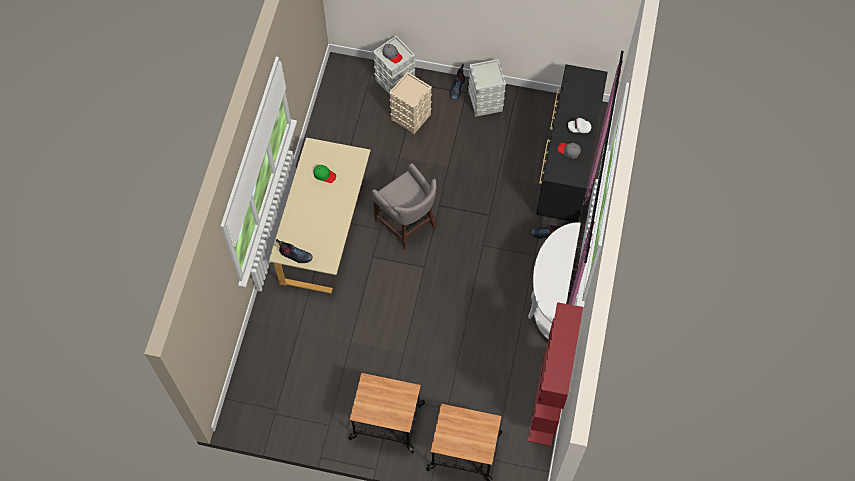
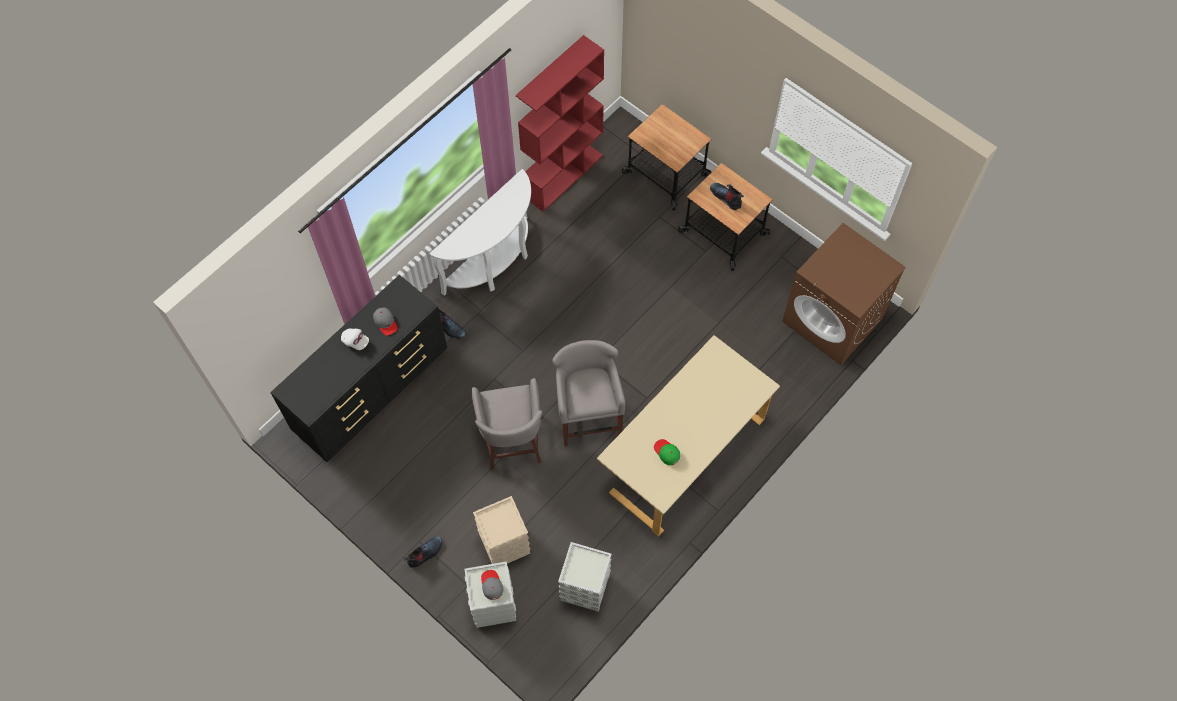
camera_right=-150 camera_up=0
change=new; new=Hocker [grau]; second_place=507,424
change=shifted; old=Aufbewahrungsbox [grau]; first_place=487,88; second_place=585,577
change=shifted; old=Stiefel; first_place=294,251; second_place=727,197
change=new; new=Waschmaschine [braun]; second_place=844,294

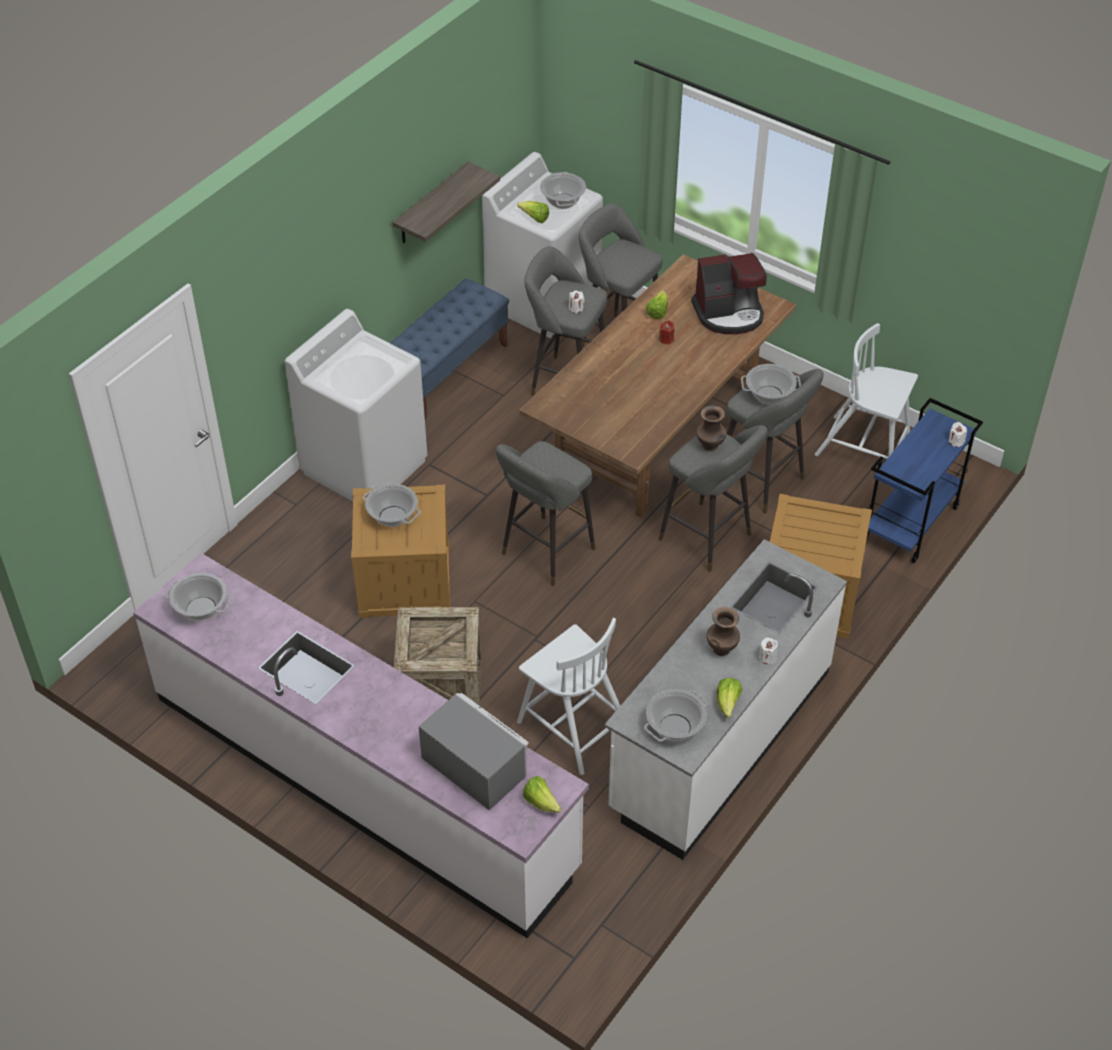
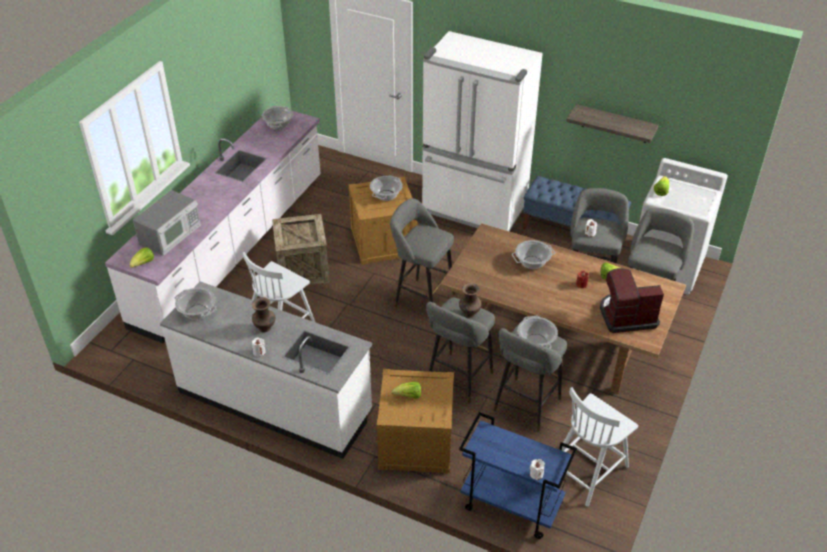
camera_right=80 camera_up=-5
change=shifted; old=Salatkopf; first_place=729,698; second_place=406,390
change=swapped; old=Waschmaschine [weiß]; new=Kühlschrank [weiß]; first_place=356,405; second_place=482,131
change=shifted; old=Kochtopf; first_place=563,190; second_place=533,254
change=rotated; old=Stuhl [weiß]; first_place=866,391; second_place=600,447; degrees=-150
change=rotated; old=Kaffeemaschine; first_place=729,293; second_place=632,300; degrees=105

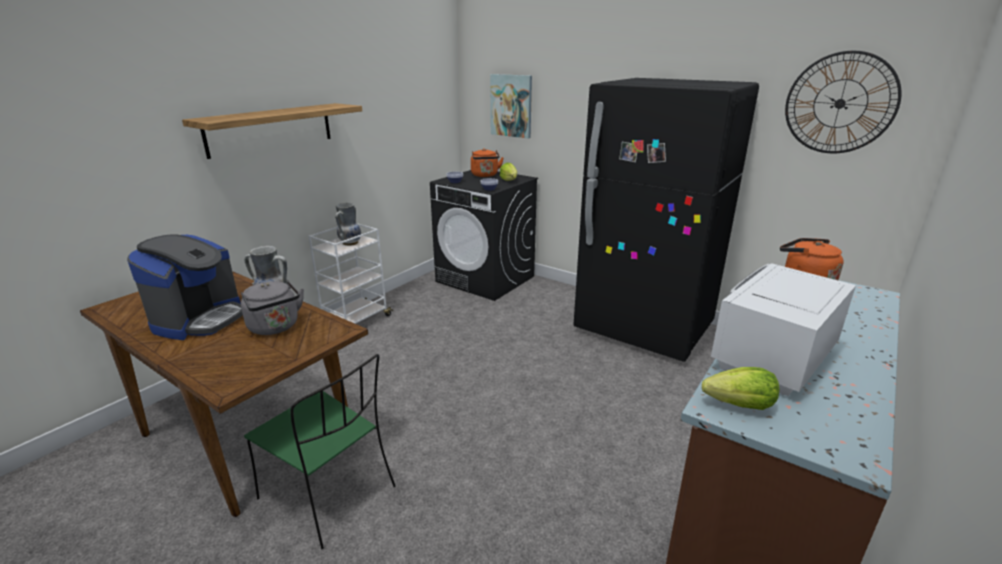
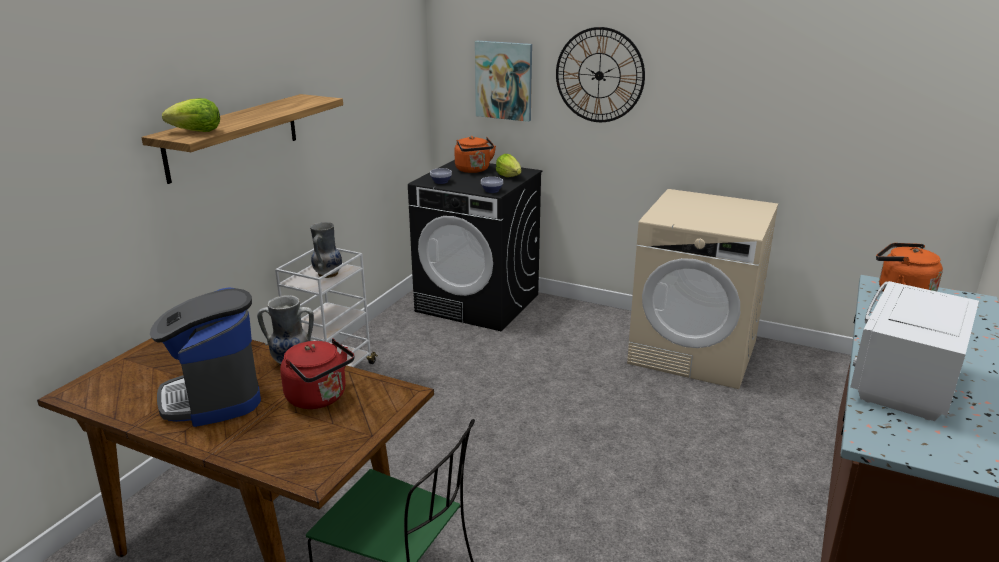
camera_right=-10 camera_up=0
change=rotated; old=Kaffeemaschine; first_place=185,287; second_place=205,357; degrees=150
change=shifted; old=Salatkopf; first_place=740,388; second_place=191,115
change=repainted; old=Wasserkessel [grau]; new=Wasserkessel [rot]; first_place=272,307; second_place=317,374
change=shifted; old=Wanduhr; first_place=843,102; second_place=600,74
change=swapped; old=Kühlschrank [schwarz]; new=Waschmaschine [beige]; first_place=666,220; second_place=702,289

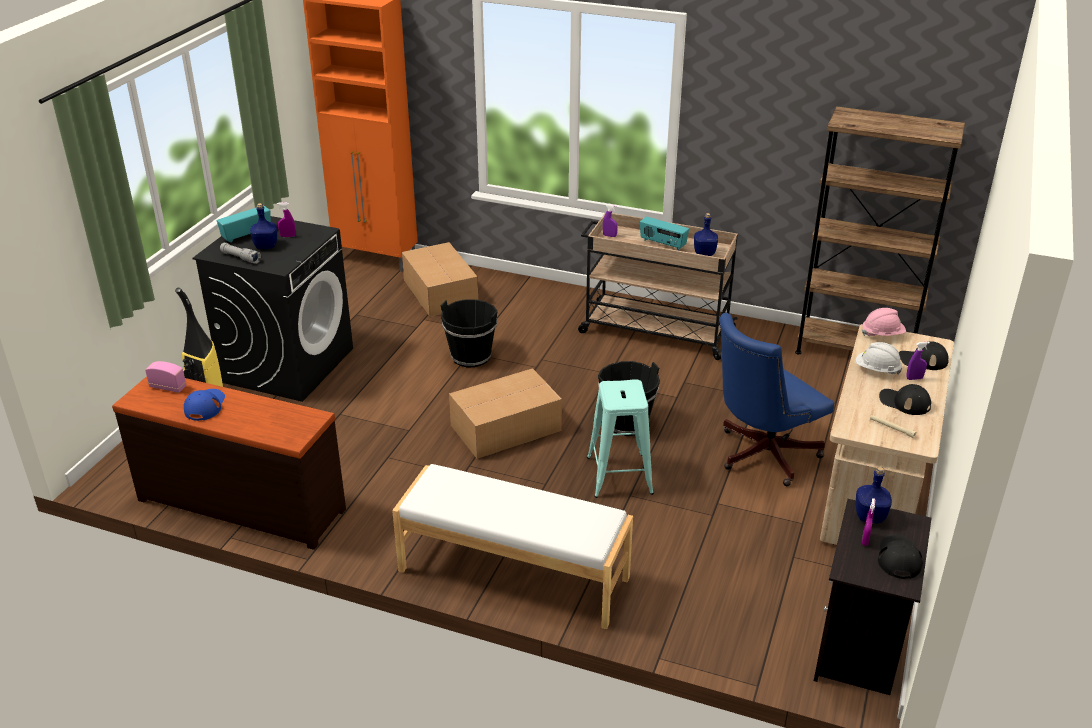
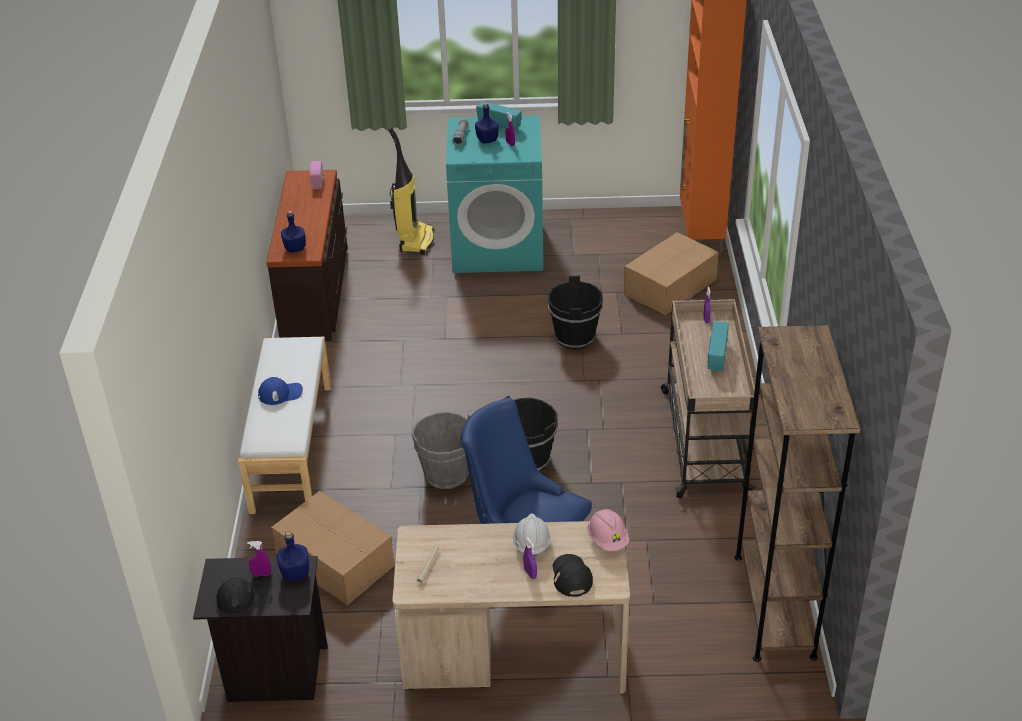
camera_right=70 camera_up=5
change=shifted; old=Kappe [blau]; first_place=204,405; second_place=280,391
change=shifted; old=Karton; first_place=505,413; second_place=333,548
change=shifted; old=Flasche [blau]; first_place=706,234; second_place=293,232
change=swapped; old=Hocker [türkis]; new=Eimer [grau]; first_place=620,438; second_place=440,450
change=repainted; old=Waschmaschine [schwarz]; new=Waschmaschine [türkis]; first_place=273,309; second_place=494,194
change=gone; old=Kappe [schwarz]; first_place=905,399

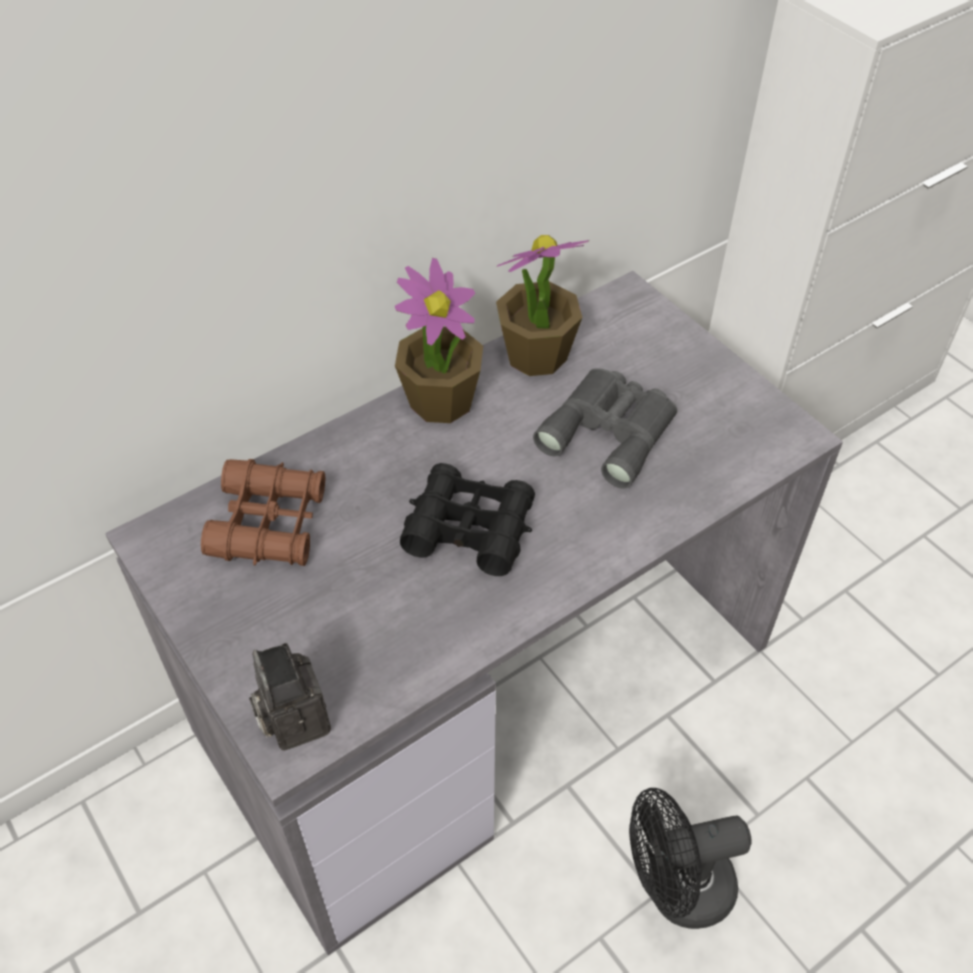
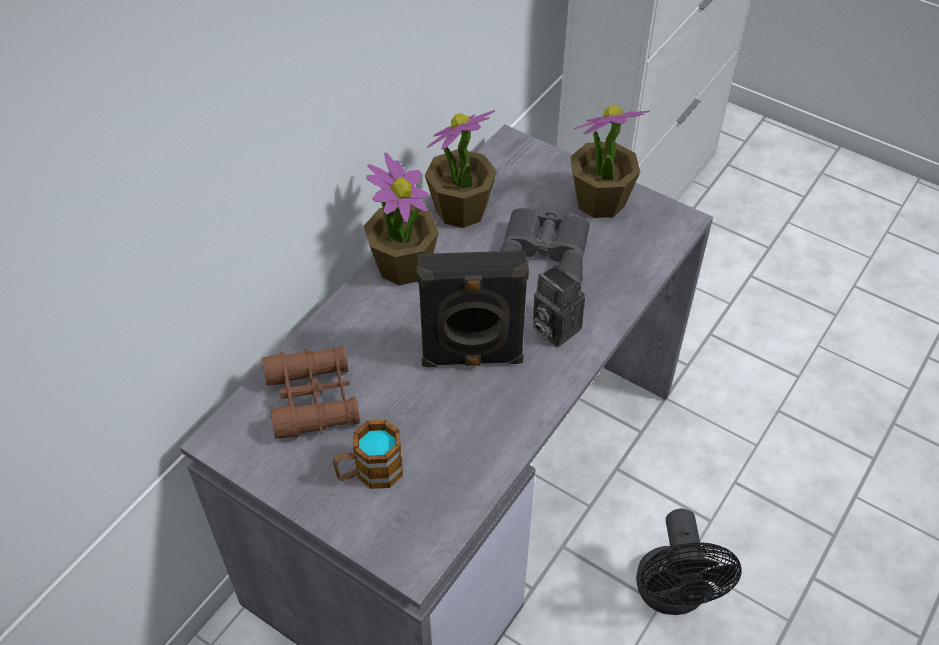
camera_right=-20 camera_up=0
change=new; new=Henkelbecher; second_place=368,454
change=swapped; old=Fernglas [schwarz]; new=Lautsprecher [schwarz]; first_place=467,519; second_place=473,308
change=shifted; old=Kamera; first_place=290,697; second_place=559,306
change=new; new=Topfpflanze; second_place=610,161
change=rotated; old=Ventilator [schwarz]; first_place=690,858; second_place=688,562; degrees=-60

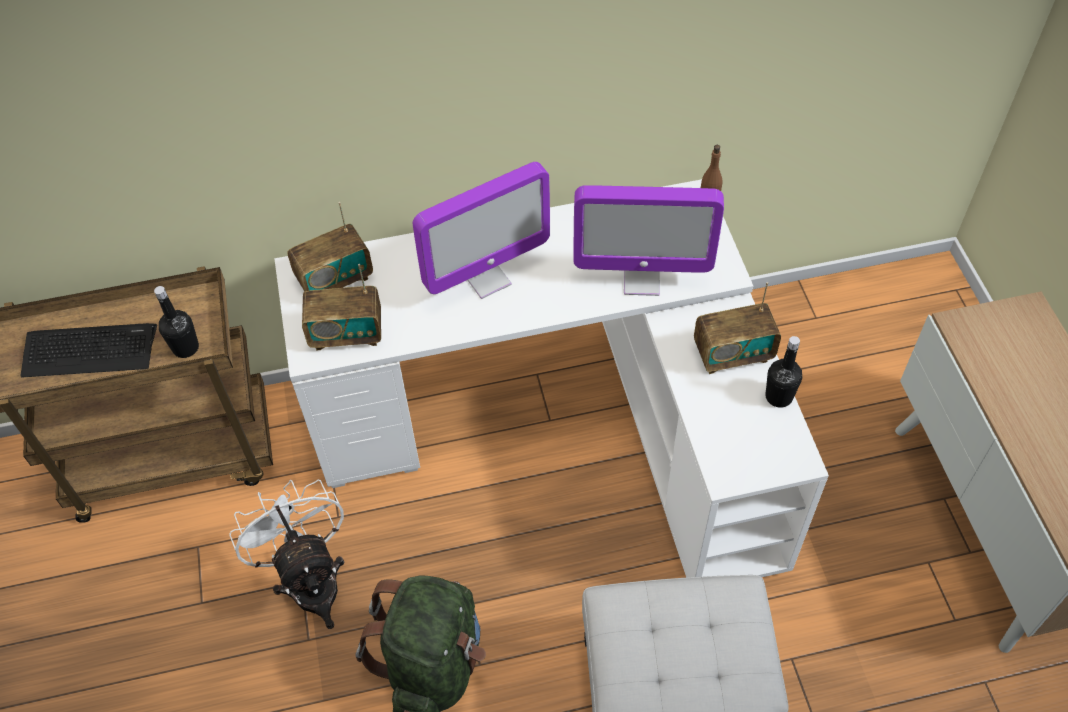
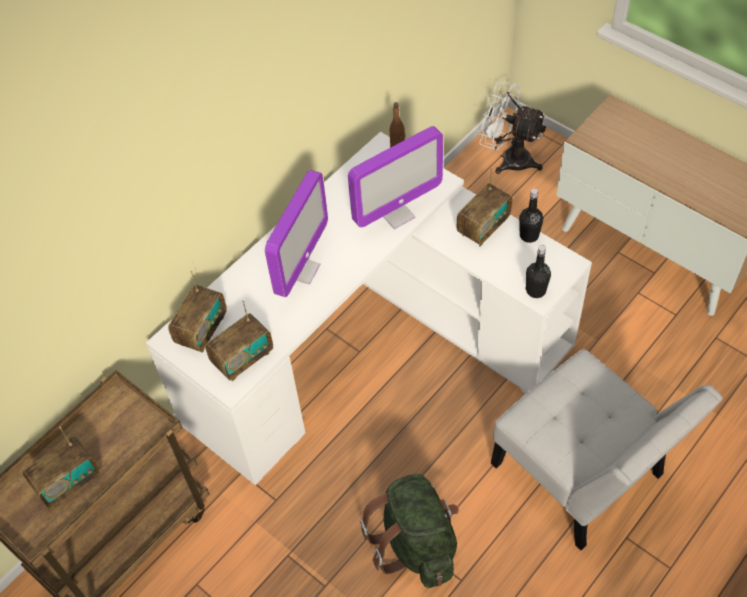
camera_right=-35 camera_up=0
change=swapped; old=Tastatur; new=Radio; first_place=89,350; second_place=61,468
change=shifted; old=Ventilator [weiß]; first_place=286,554; second_place=512,127
change=shifted; old=Flasche [schwarz]; first_place=176,322; second_place=538,271

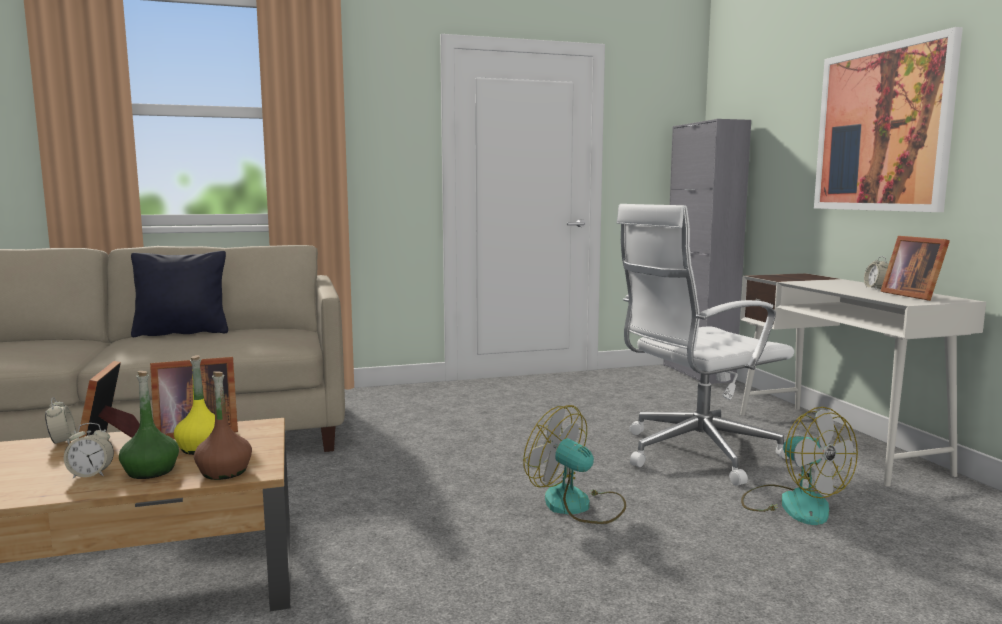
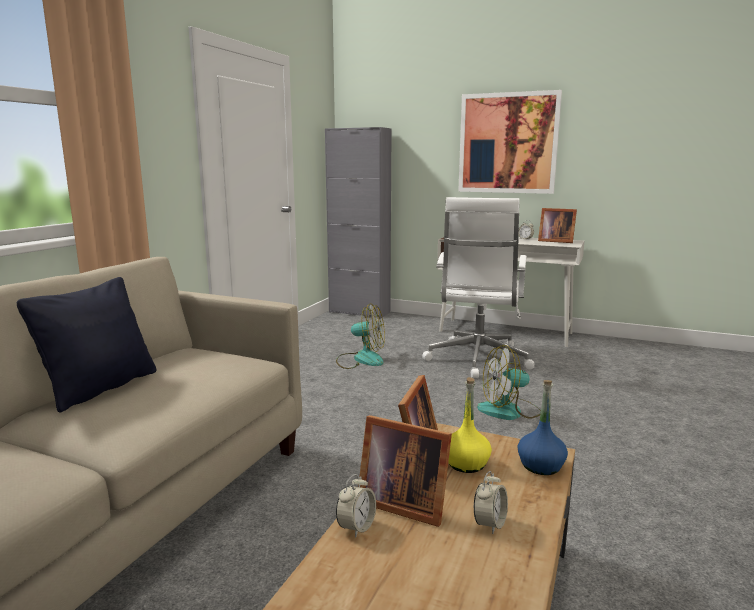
camera_right=-50 camera_up=5
change=shifted; old=Ventilator; first_place=799,466; second_place=360,336
change=rotated; old=Wecker; first_place=60,420; second_place=356,506; degrees=105
change=repainted; old=Flasche [braun]; new=Flasche [blau]; first_place=223,425; second_place=543,427
change=gone; old=Flasche [grün]; first_place=149,425

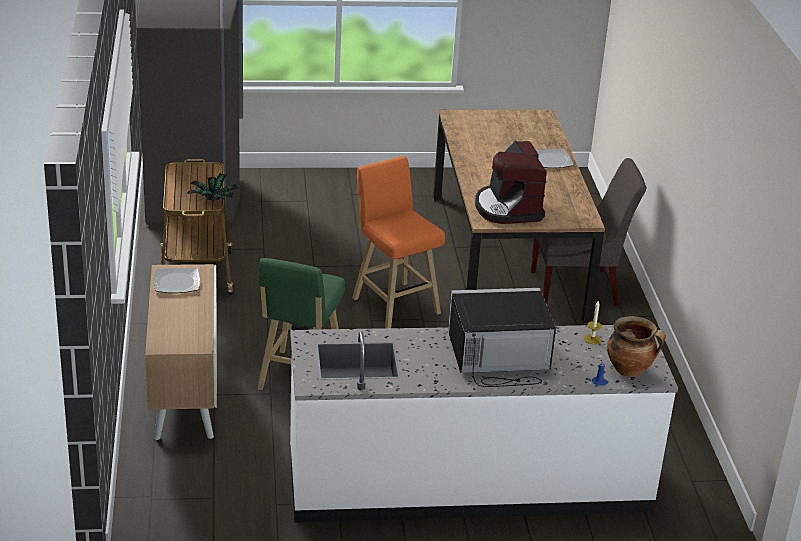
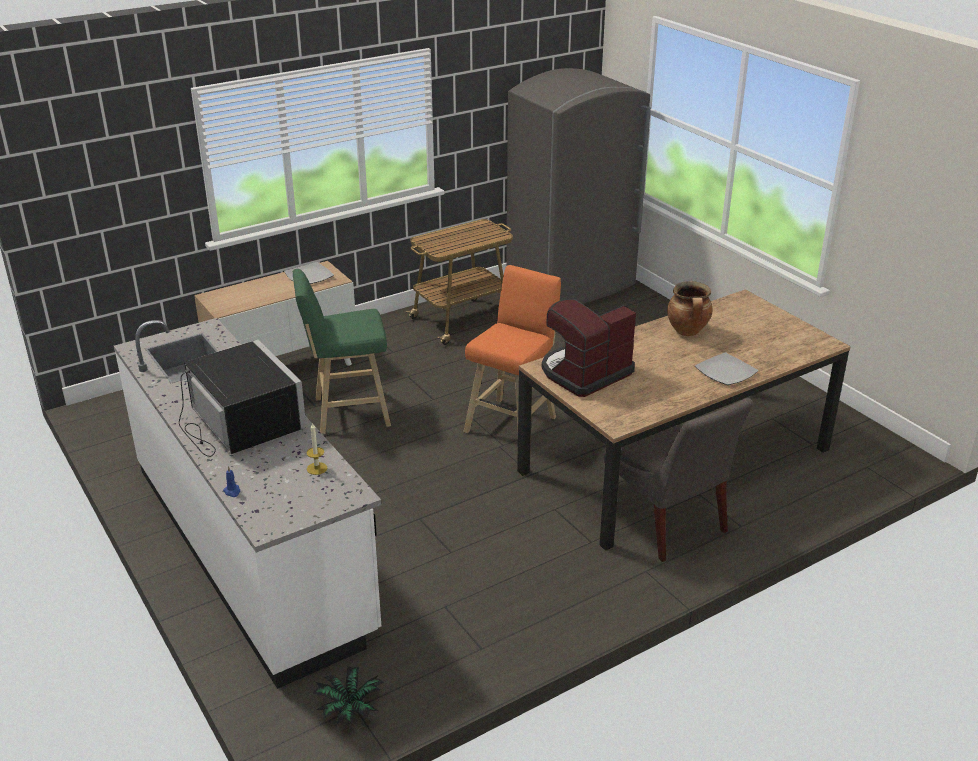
camera_right=65 camera_up=0
change=shifted; old=Topfpflanze; first_place=213,187; second_place=348,695
change=shifted; old=Kochtopf; first_place=636,346; second_place=690,308

